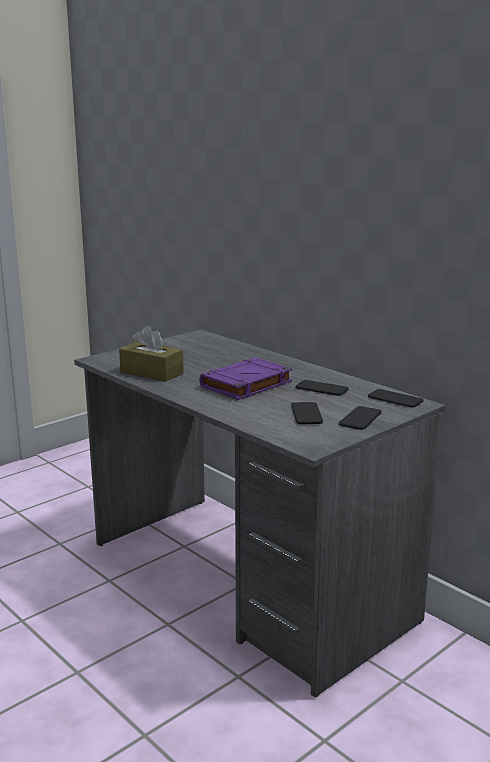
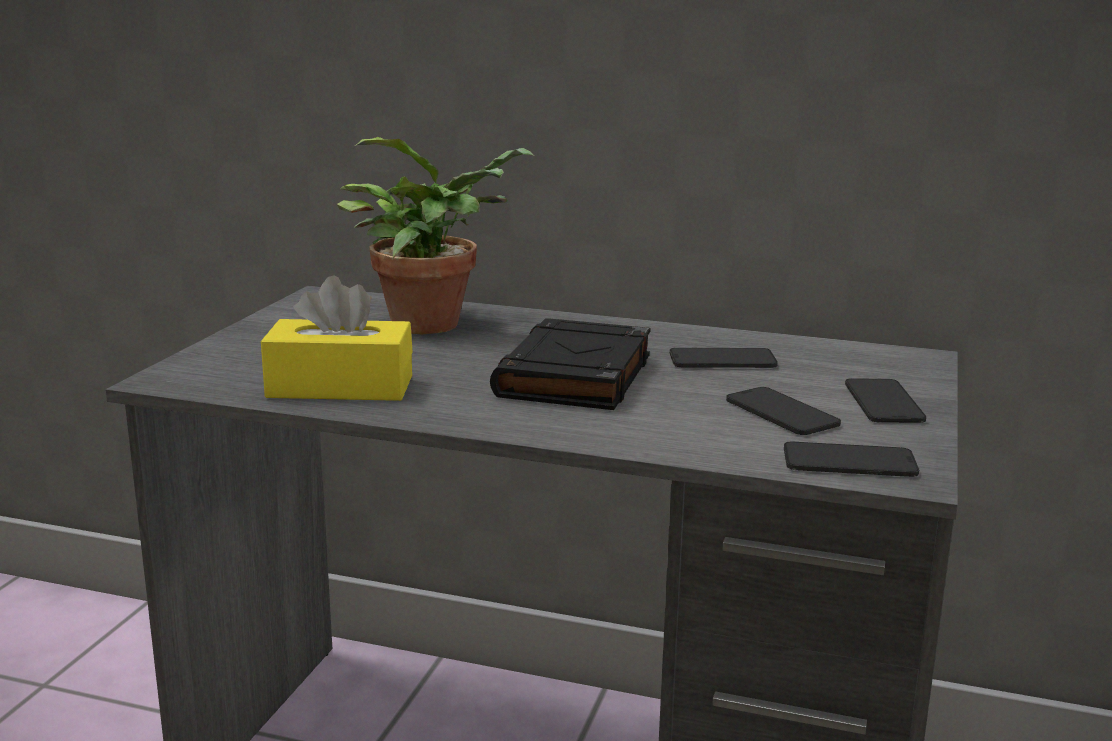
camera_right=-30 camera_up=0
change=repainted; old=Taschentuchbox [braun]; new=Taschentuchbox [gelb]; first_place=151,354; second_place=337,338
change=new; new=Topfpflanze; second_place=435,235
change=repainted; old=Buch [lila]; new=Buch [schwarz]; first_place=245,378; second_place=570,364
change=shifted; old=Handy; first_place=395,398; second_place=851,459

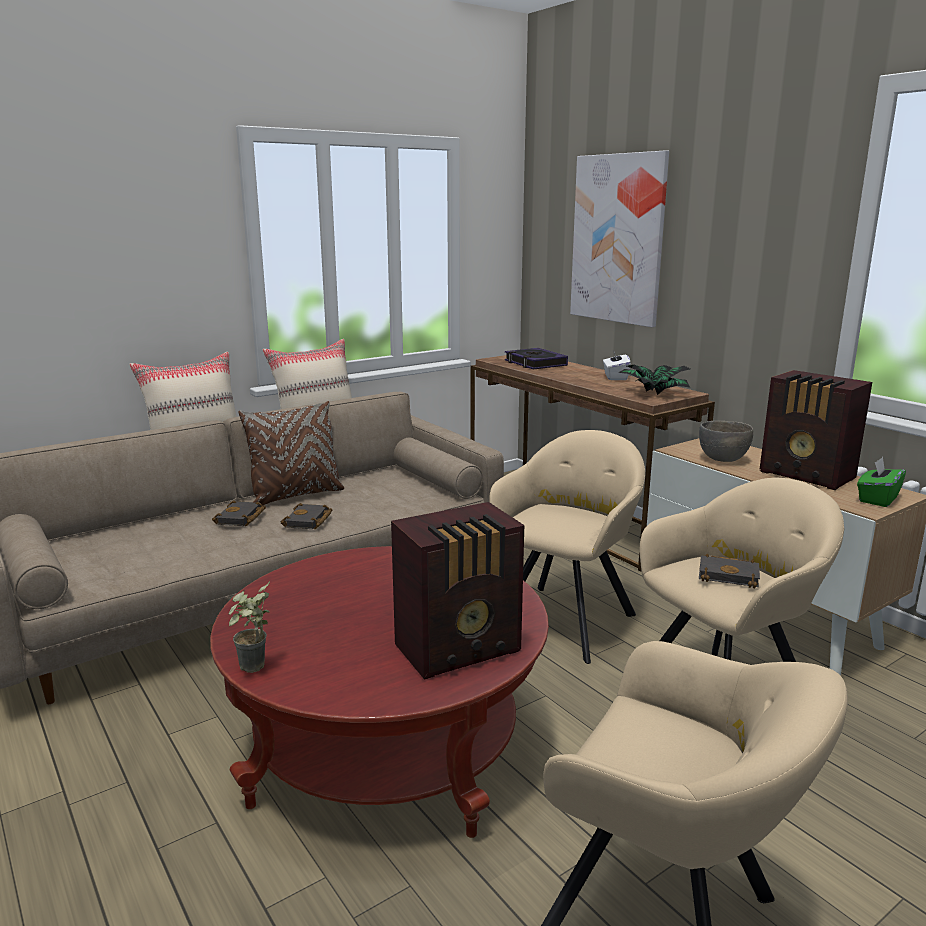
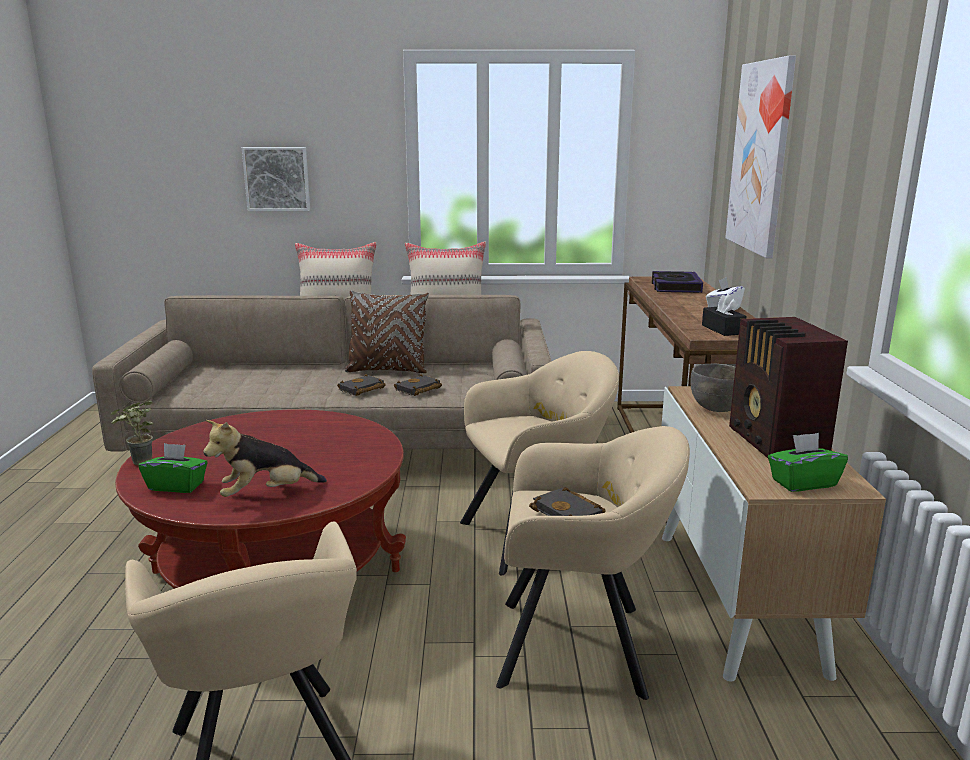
camera_right=35 camera_up=0
change=new; new=Taschentuchbox [grün]; second_place=173,468
change=swapped; old=Radio; new=Plüschtier; first_place=458,591; second_place=265,458
change=new; new=Bild; second_place=276,179
change=shifted; old=Buch [schwarz]; first_place=239,513; second_place=418,385
change=swapped; old=Topfpflanze; new=Taschentuchbox [schwarz]; first_place=654,380; second_place=724,315

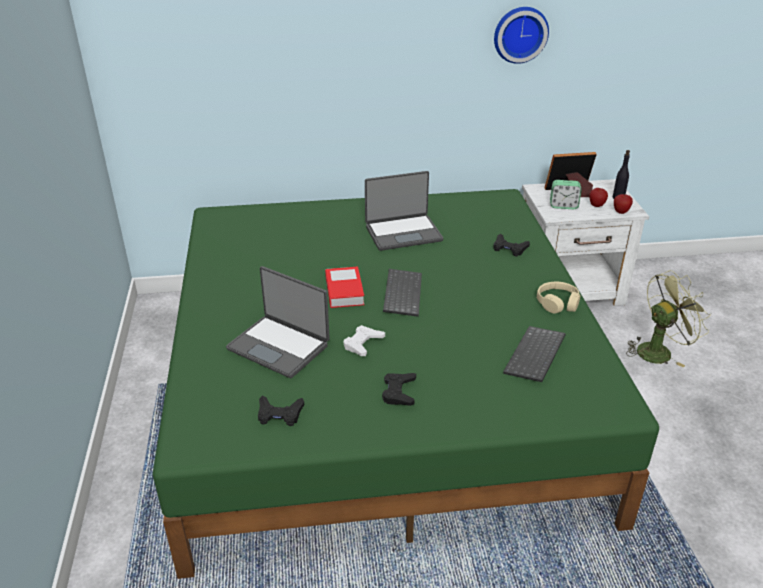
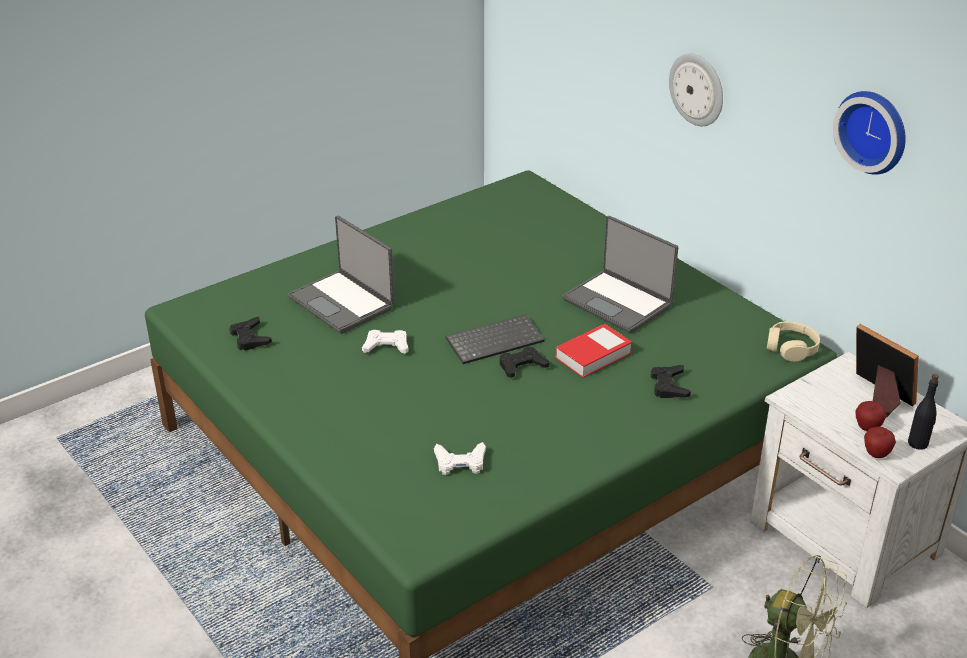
camera_right=60 camera_up=0
change=rotated; old=Laptop; first_place=278,322; second_place=341,275; degrees=-45
change=swapped; old=Tastatur; new=Gamepad [weiß]; first_place=534,354; second_place=460,458
change=shifted; old=Gamepad [schwarz]; first_place=399,389; second_place=525,362
change=shifted; old=Buch; first_place=344,287; second_place=593,351
change=new; new=Wanduhr; second_place=696,89
change=shifted; old=Kopfhörer [beige]; first_place=558,298; second_place=793,341
change=gone; old=Wecker; first_place=566,194

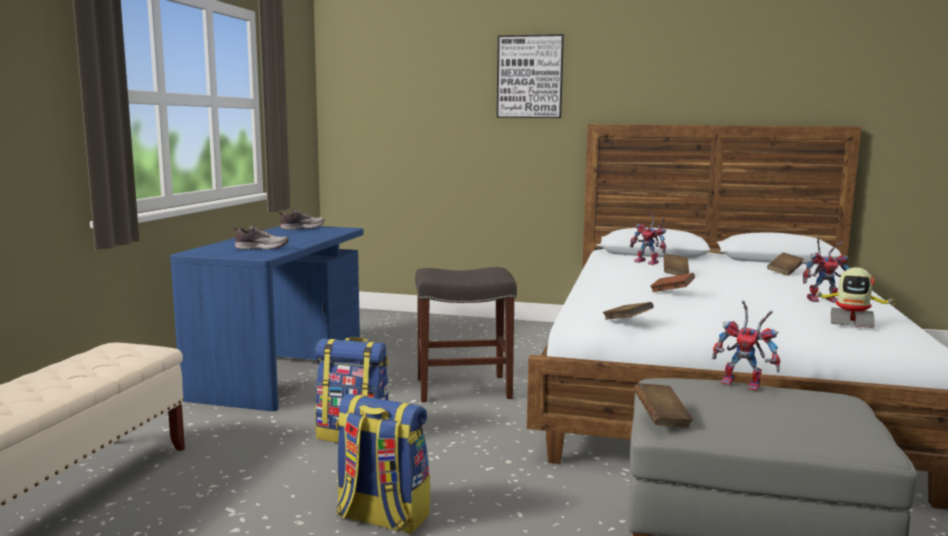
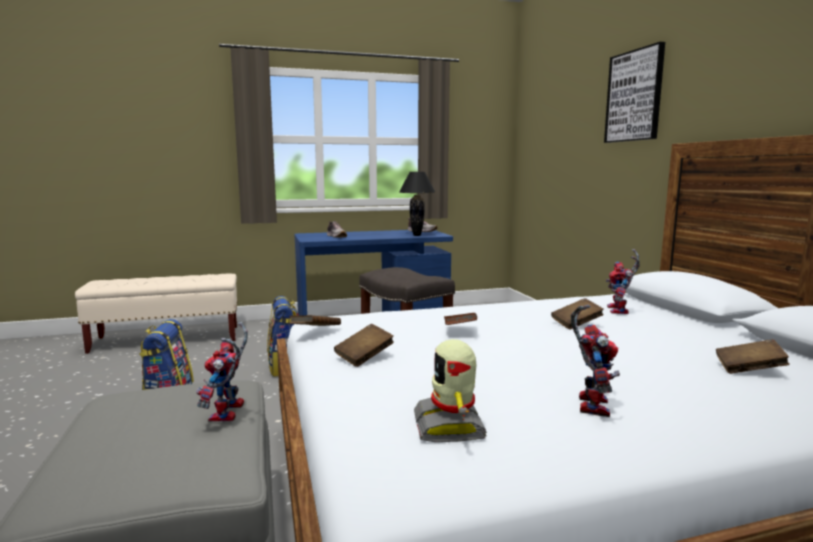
camera_right=60 camera_up=0
change=shifted; old=Buch [braun]; first_place=663,405; second_place=364,345
change=new; new=Tischlampe [schwarz]; second_place=417,204
change=rotated; old=Spielzeugroboter; first_place=826,270; second_place=595,361; degrees=-135

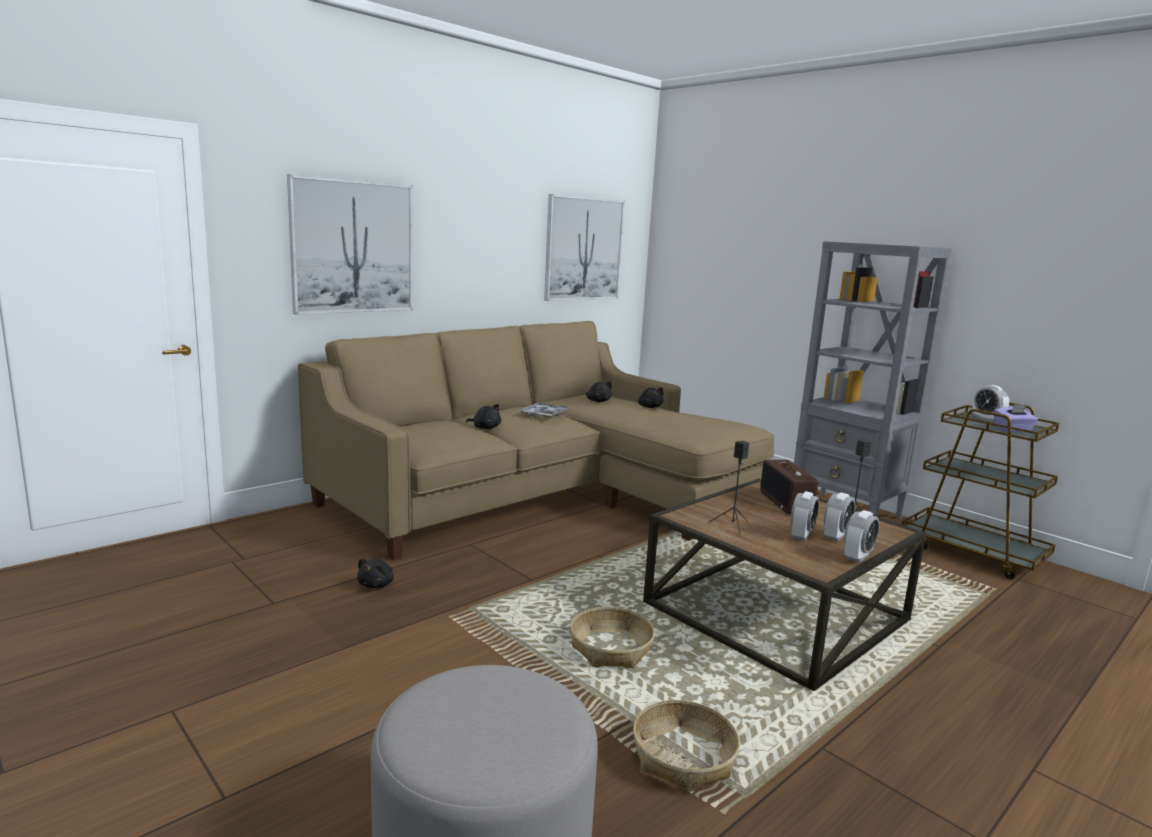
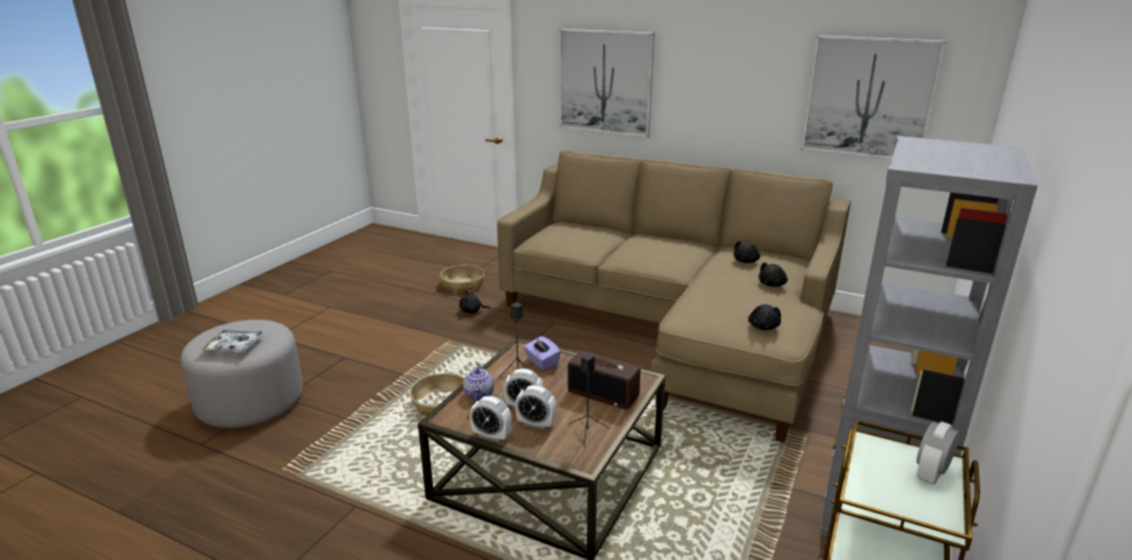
camera_right=70 camera_up=10
change=shifted; old=Tablett; first_place=544,409; second_place=232,341
change=shifted; old=Korb; first_place=686,746; second_place=462,279
change=new; new=Teekanne; second_place=478,381
change=shifted; old=Taschentuchbox [lila]; first_place=1016,418; second_place=542,353
change=rotated; old=Radio; first_place=789,487; second_place=604,380; degrees=-120
change=shifted; old=Plüschtier [schwarz]; first_place=483,416; second_place=764,317

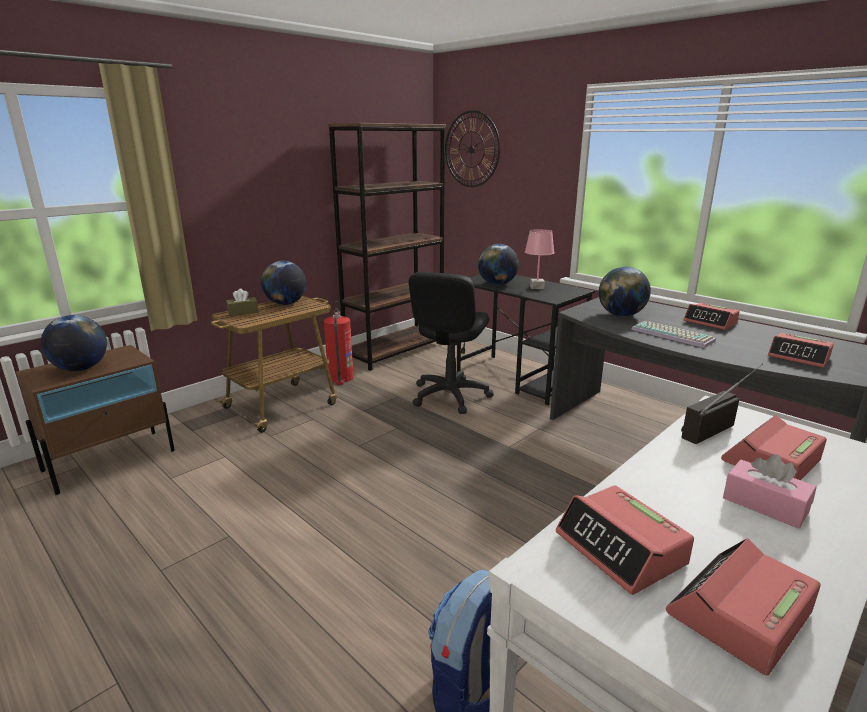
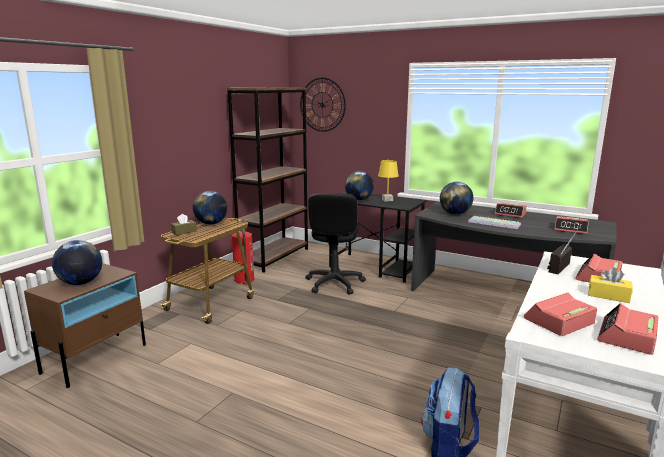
camera_right=-15 camera_up=-5
change=repainted; old=Tischlampe [rosa]; new=Tischlampe [gelb]; first_place=540,259; second_place=388,181
change=rotated; old=Wecker; first_place=625,540; second_place=560,314; degrees=105
change=repainted; old=Taschentuchbox [rosa]; new=Taschentuchbox [gelb]; first_place=770,491; second_place=610,285

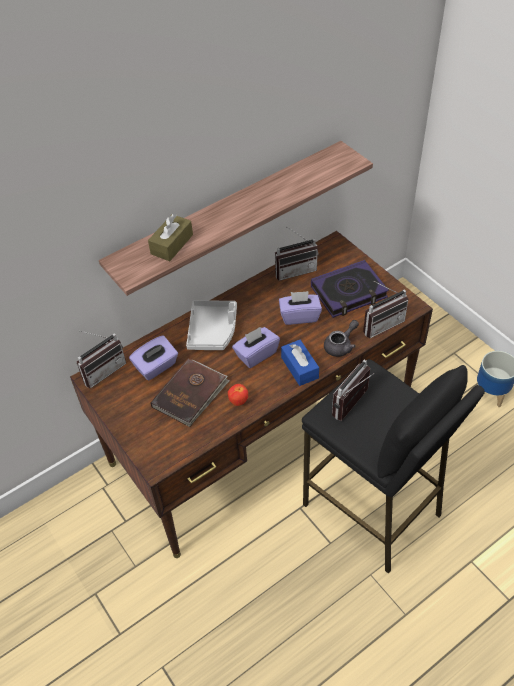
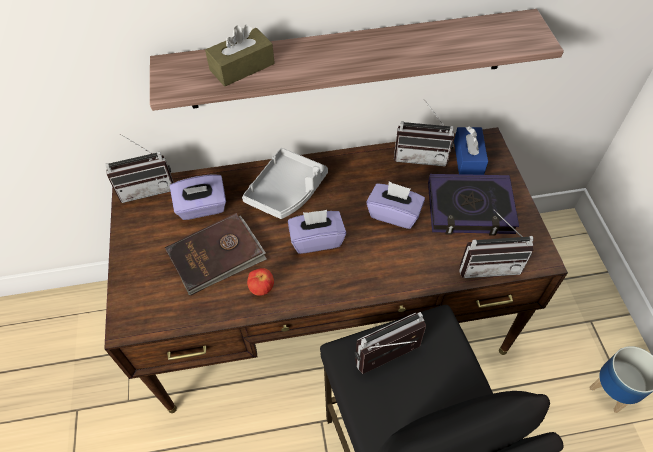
camera_right=25 camera_up=5
change=shifted; old=Taschentuchbox [blau]; first_place=300,363; second_place=471,151
change=gone; old=Teekanne [grau]; first_place=341,338

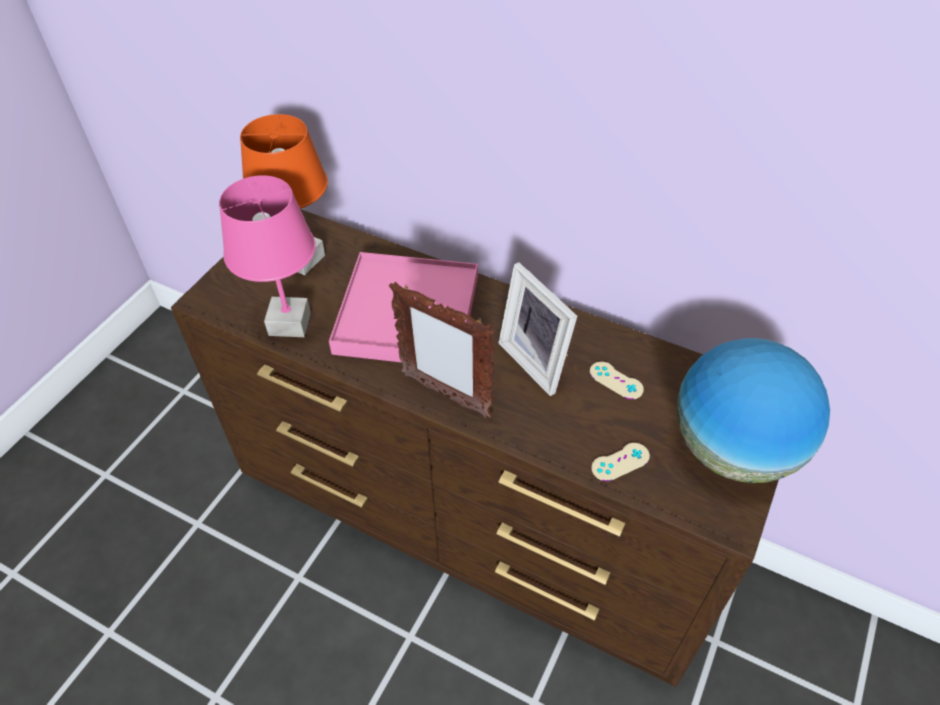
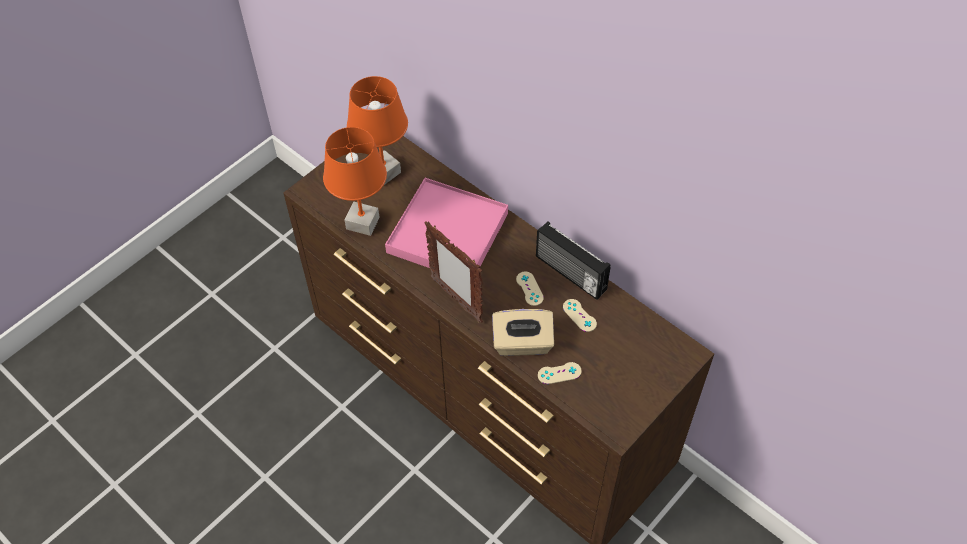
camera_right=15 camera_up=5
change=repainted; old=Tischlampe [rosa]; new=Tischlampe [orange]; first_place=267,256; second_place=355,181
change=new; new=Taschentuchbox [beige]; second_place=523,332
change=swapped; old=Bilderrahmen; new=Gamepad [beige]; first_place=537,329; second_place=530,289
change=new; new=Radio; second_place=573,260
change=gone; old=Globus; first_place=753,410

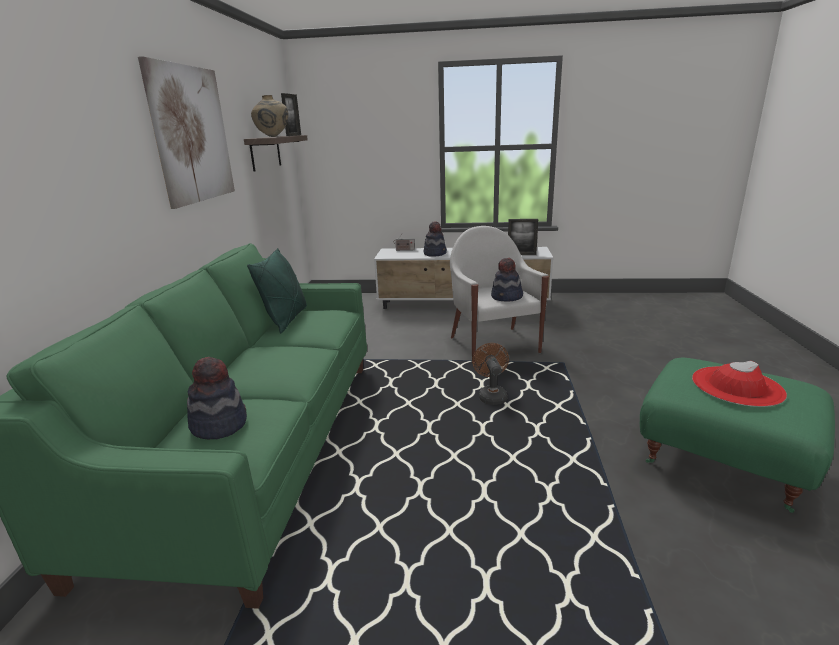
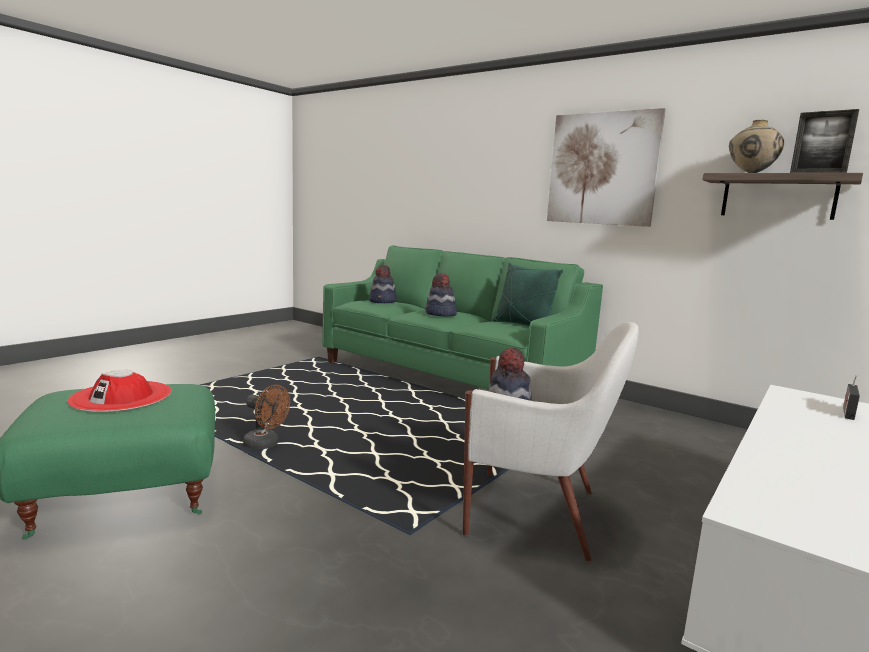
camera_right=120 camera_up=-10
change=shifted; old=Ventilator [braun]; first_place=490,374; second_place=266,417
change=shifted; old=Hut; first_place=435,239; second_place=441,294
change=gone; old=Bilderrahmen; first_place=523,237

